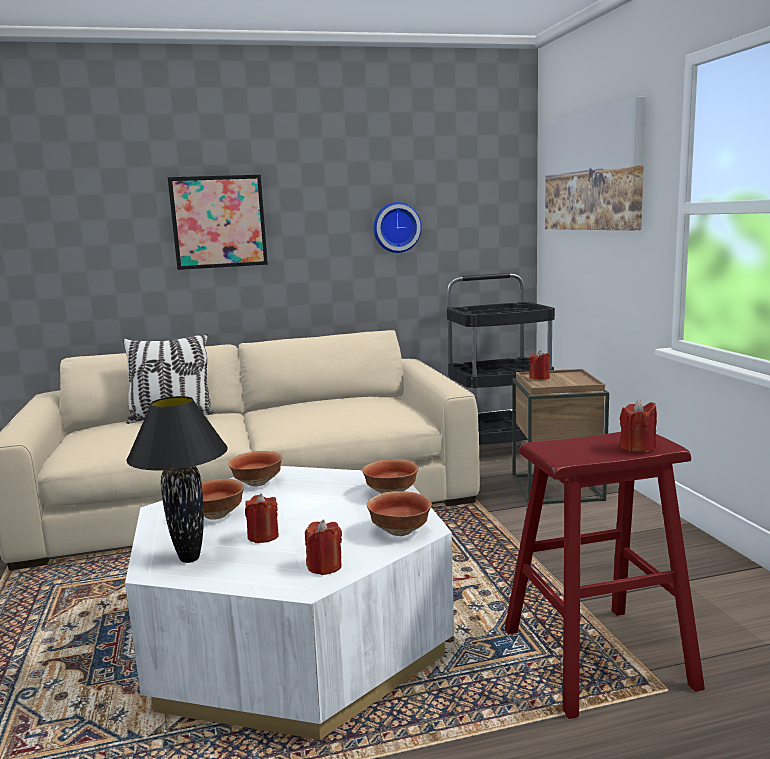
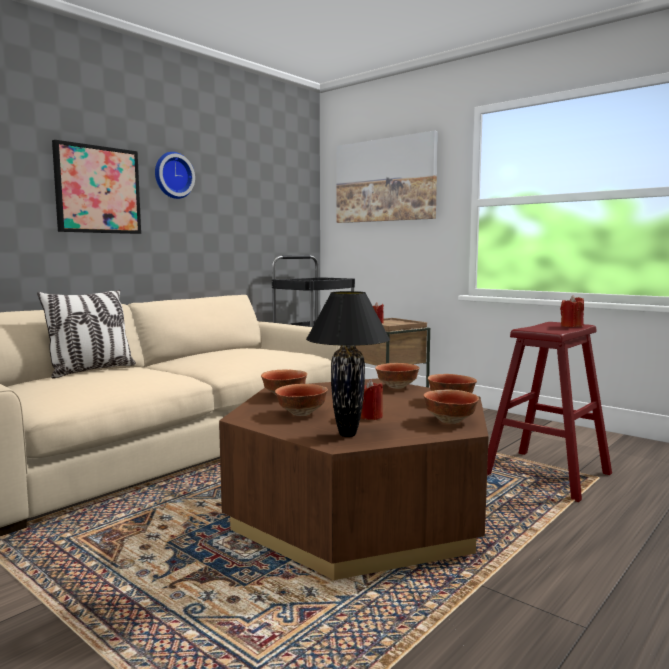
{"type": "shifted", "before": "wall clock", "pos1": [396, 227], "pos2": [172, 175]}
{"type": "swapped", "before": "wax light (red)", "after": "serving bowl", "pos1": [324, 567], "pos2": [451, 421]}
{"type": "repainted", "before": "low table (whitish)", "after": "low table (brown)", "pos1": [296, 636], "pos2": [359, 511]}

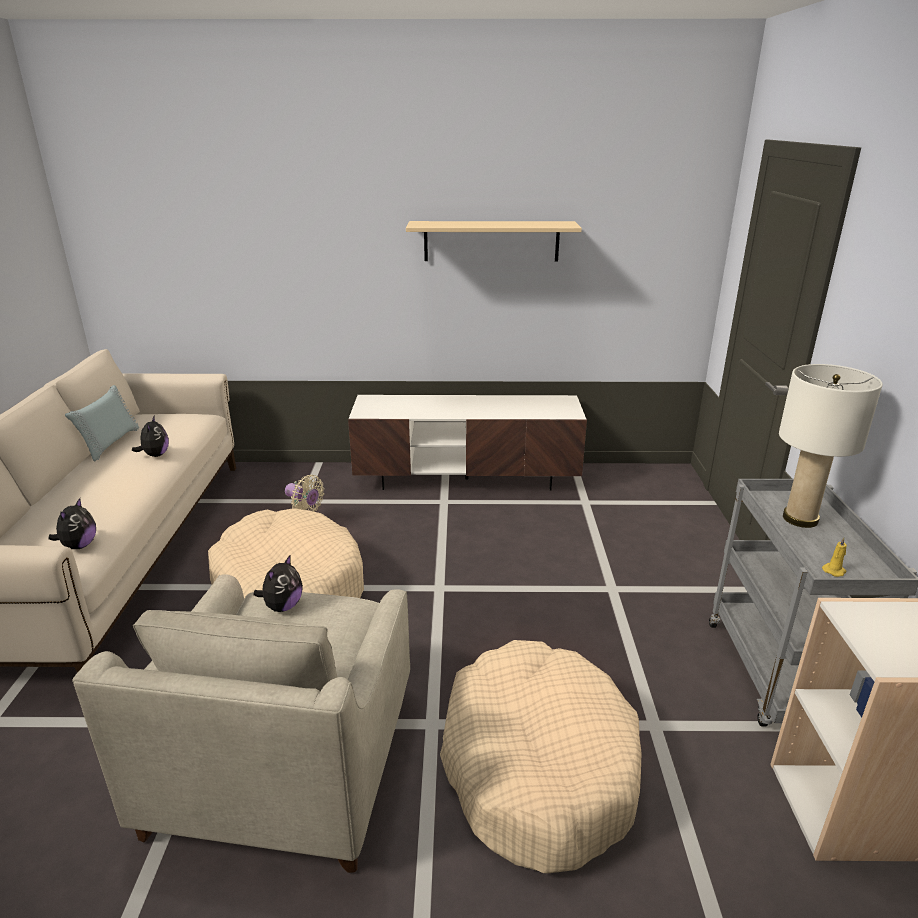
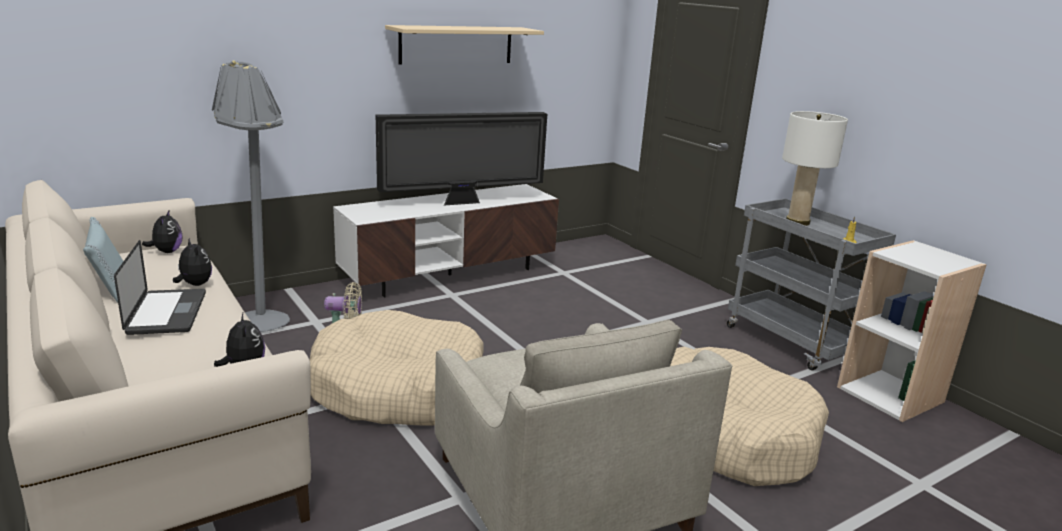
{"type": "new", "after": "laptop", "pos2": [167, 313]}
{"type": "new", "after": "standing lamp (greyish)", "pos2": [265, 316]}
{"type": "new", "after": "TV set", "pos2": [463, 202]}
{"type": "shifted", "before": "soft toy", "pos1": [282, 606], "pos2": [167, 252]}

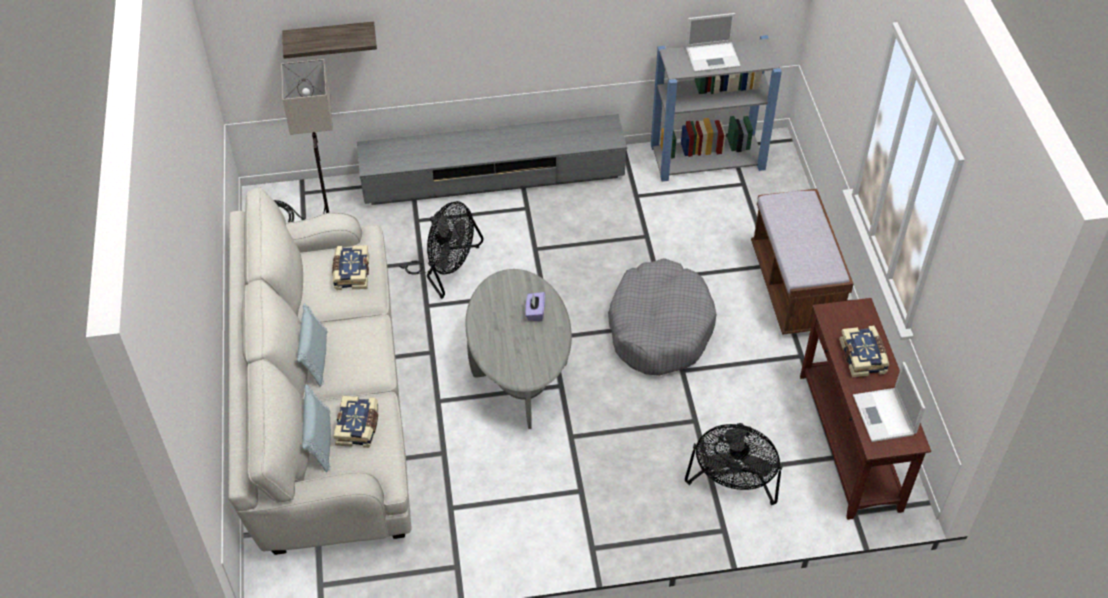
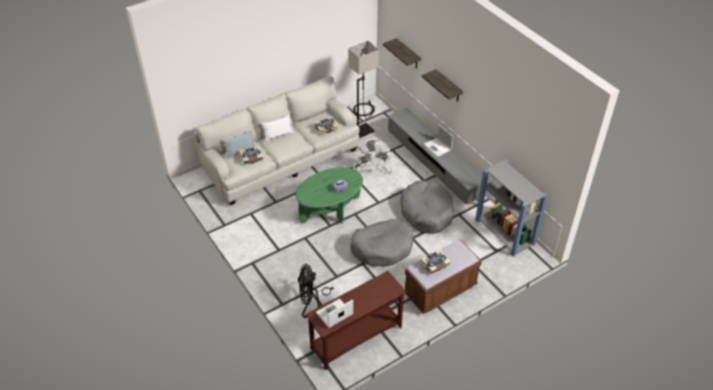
{"type": "new", "after": "dog cushion (greyish)", "pos2": [426, 212]}
{"type": "new", "after": "shelf", "pos2": [448, 86]}
{"type": "shifted", "before": "laptop", "pos1": [713, 57], "pos2": [438, 147]}
{"type": "shifted", "before": "bound book", "pos1": [863, 357], "pos2": [435, 265]}
{"type": "repainted", "before": "cushion (bluish)", "after": "cushion (whitish)", "pos1": [315, 358], "pos2": [278, 135]}
{"type": "repainted", "before": "electric fan (black-coloured)", "after": "electric fan (whitish)", "pos1": [445, 268], "pos2": [371, 168]}
{"type": "repainted", "before": "low table (greyish)", "after": "low table (green-coloured)", "pos1": [519, 370], "pos2": [330, 210]}

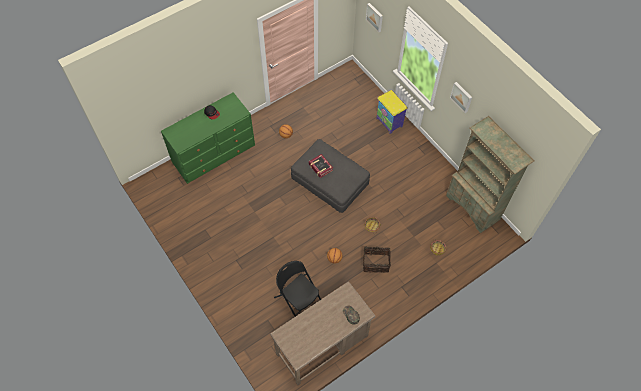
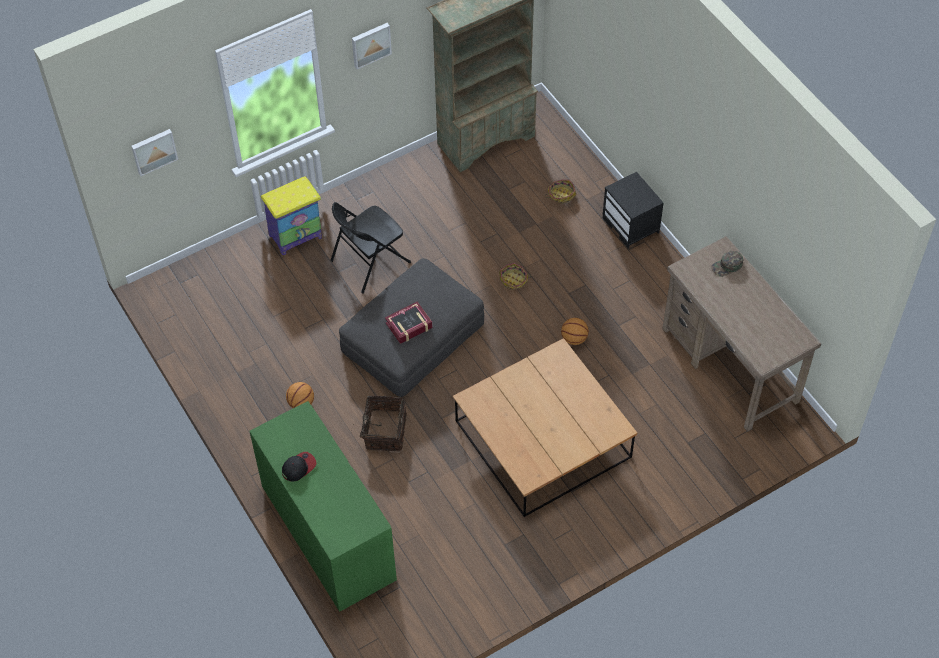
{"type": "new", "after": "low table (brown)", "pos2": [543, 439]}
{"type": "new", "after": "bedside table (black-coloured)", "pos2": [631, 225]}
{"type": "shifted", "before": "plain chair (black-coloured)", "pos1": [298, 299], "pos2": [370, 261]}
{"type": "shifted", "before": "storage basket", "pos1": [376, 262], "pos2": [384, 431]}

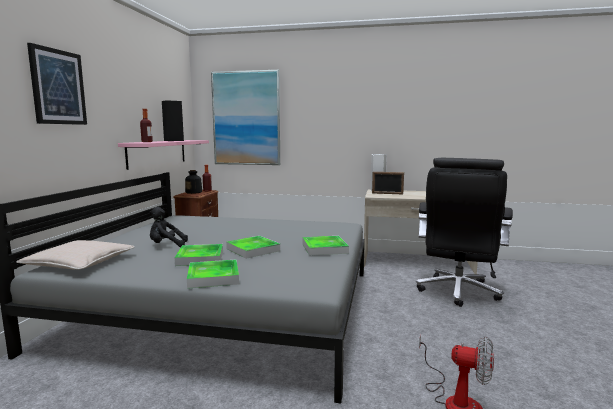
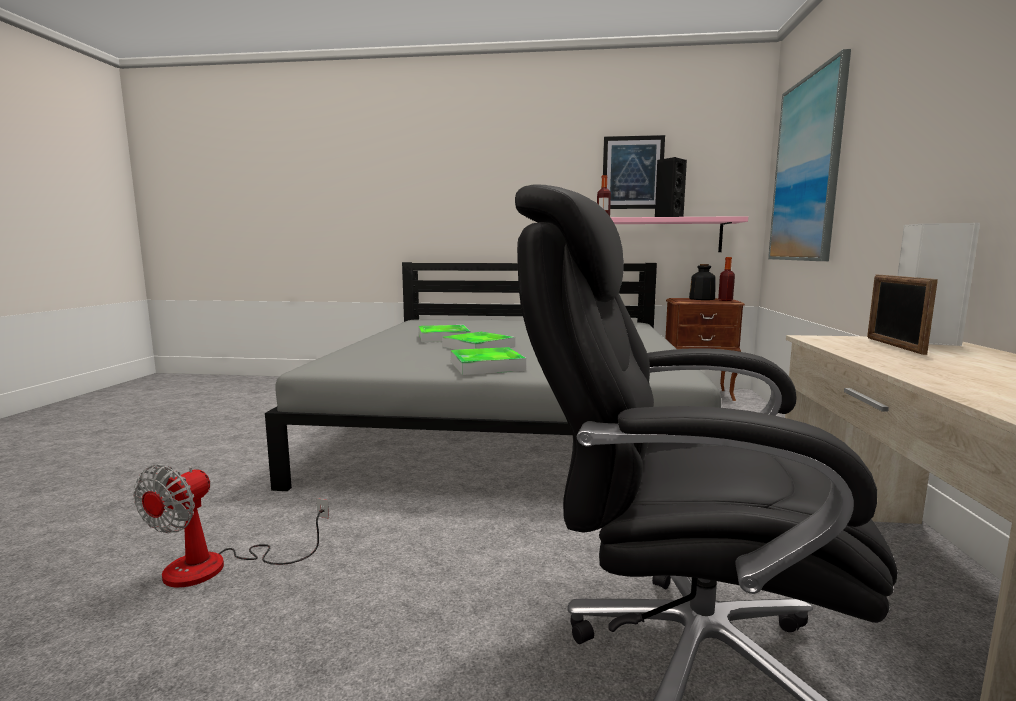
{"type": "gone", "before": "cushion (beige-coloured)", "pos1": [80, 262]}
{"type": "gone", "before": "soft toy (black-coloured)", "pos1": [166, 245]}
{"type": "gone", "before": "tray", "pos1": [213, 277]}
{"type": "shifted", "before": "wall art", "pos1": [58, 87], "pos2": [632, 173]}

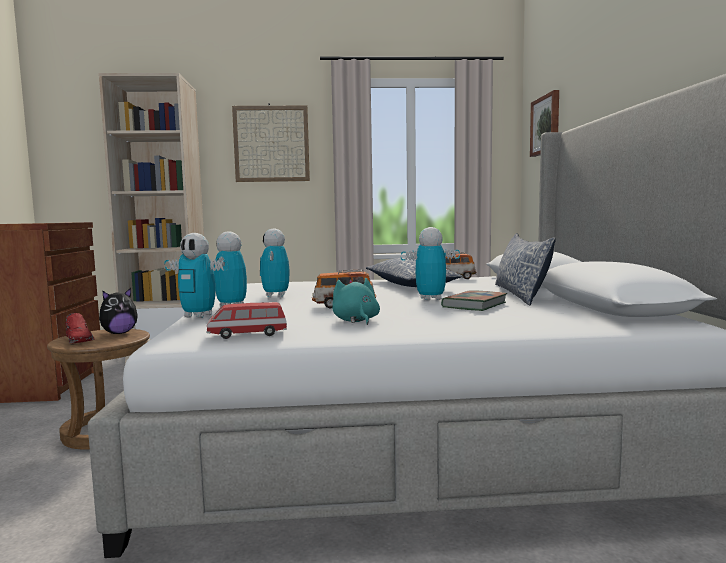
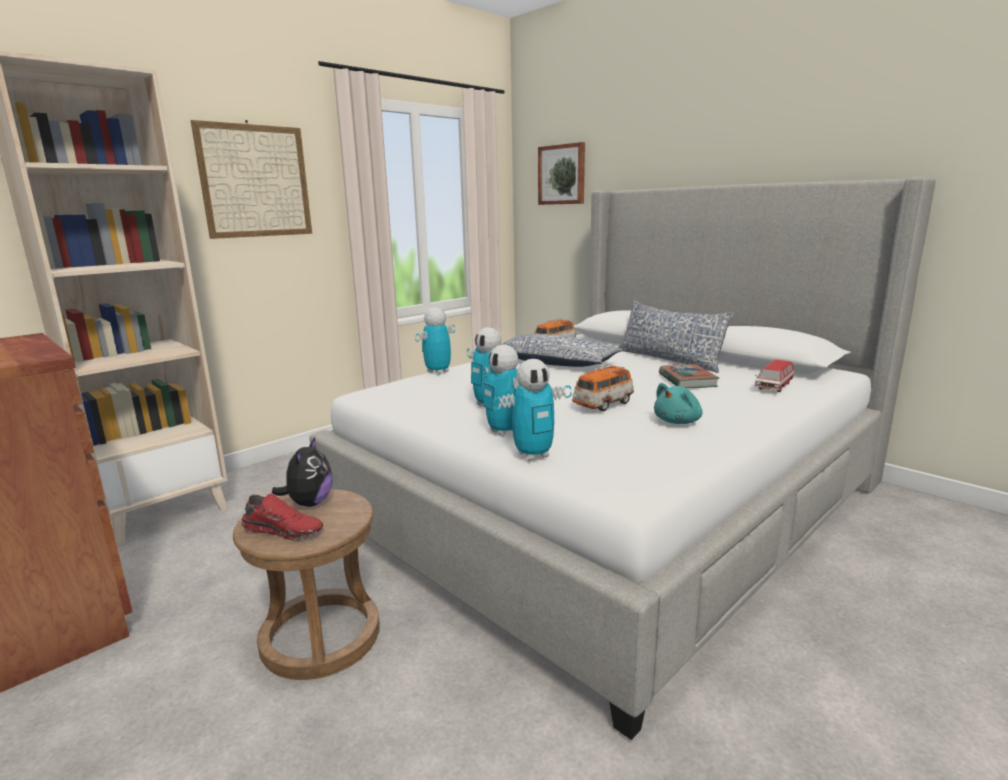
{"type": "shifted", "before": "miniature car", "pos1": [247, 334], "pos2": [773, 386]}
{"type": "shifted", "before": "robot figure", "pos1": [430, 299], "pos2": [438, 372]}
{"type": "rotated", "before": "soft toy (turquoise)", "pos1": [356, 321], "pos2": [678, 422], "turn": -75}

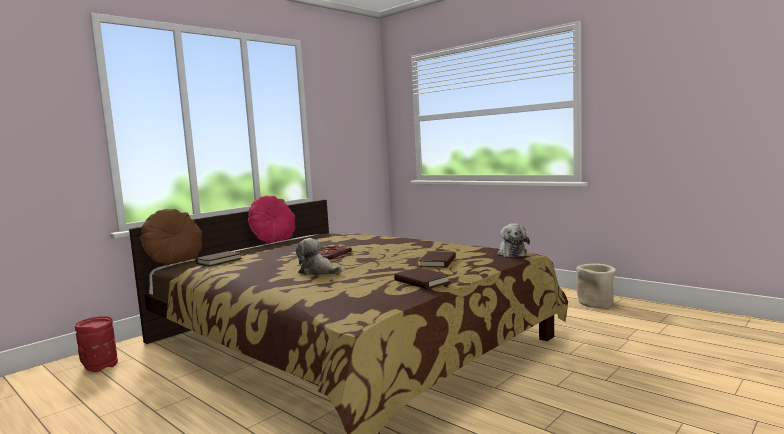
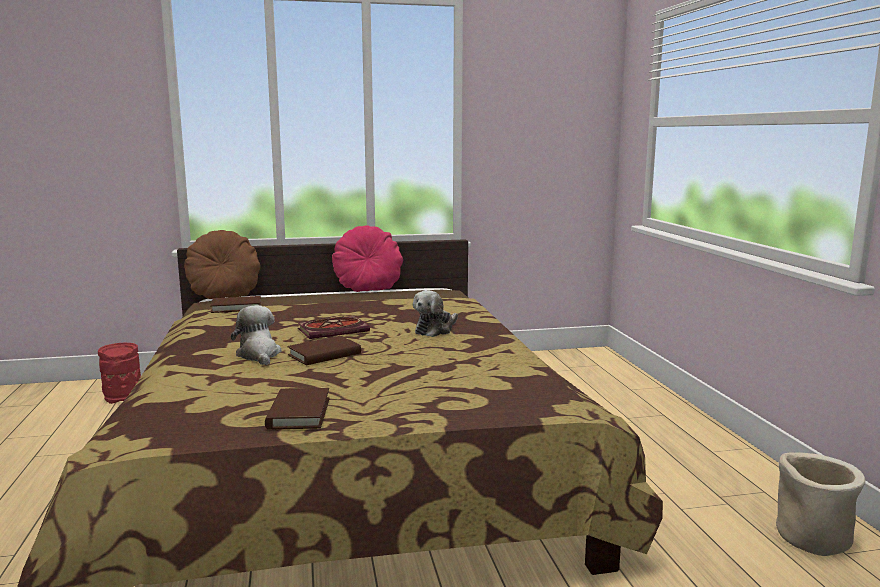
{"type": "shifted", "before": "bound book (brown)", "pos1": [438, 262], "pos2": [324, 354]}
{"type": "shifted", "before": "soft toy", "pos1": [511, 253], "pos2": [435, 330]}

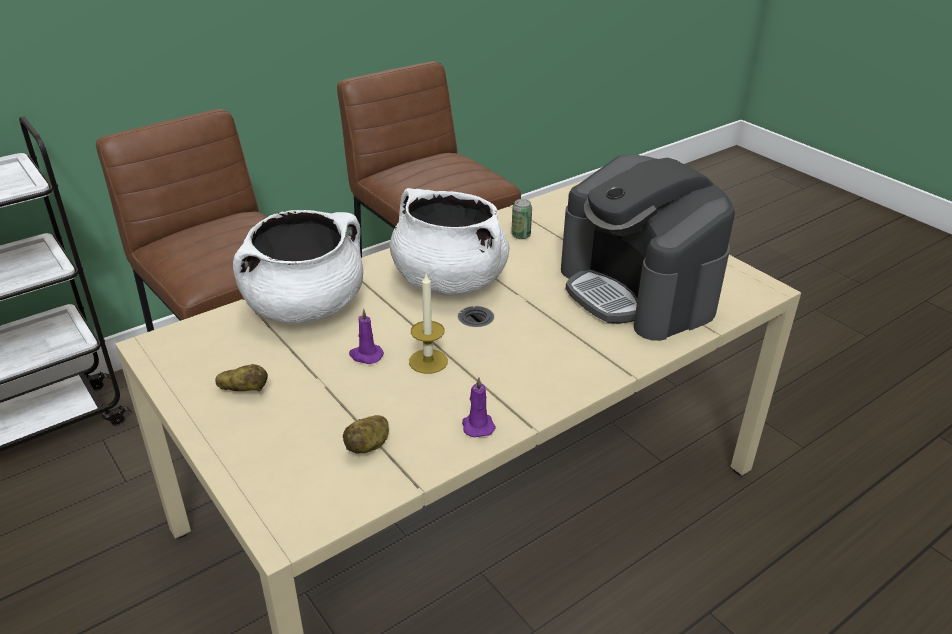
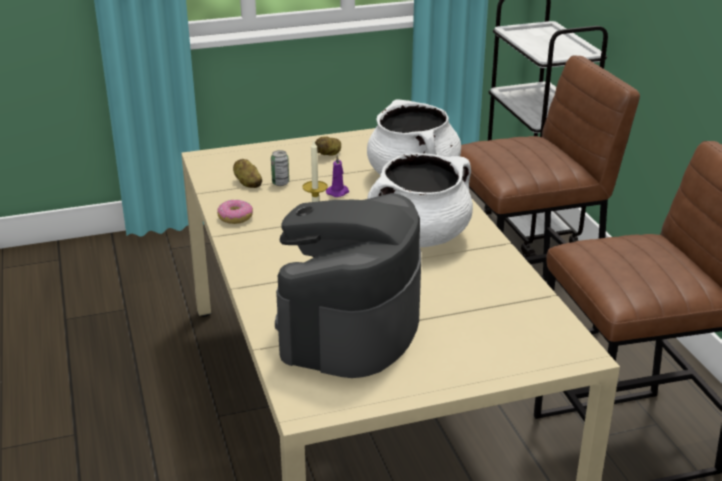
{"type": "shifted", "before": "sealed can", "pos1": [520, 235], "pos2": [280, 183]}
{"type": "swapped", "before": "wax light (purple-coloured)", "after": "doughnut", "pos1": [477, 425], "pos2": [235, 217]}
{"type": "rotated", "before": "coffee brewer", "pos1": [637, 290], "pos2": [349, 326], "turn": -60}

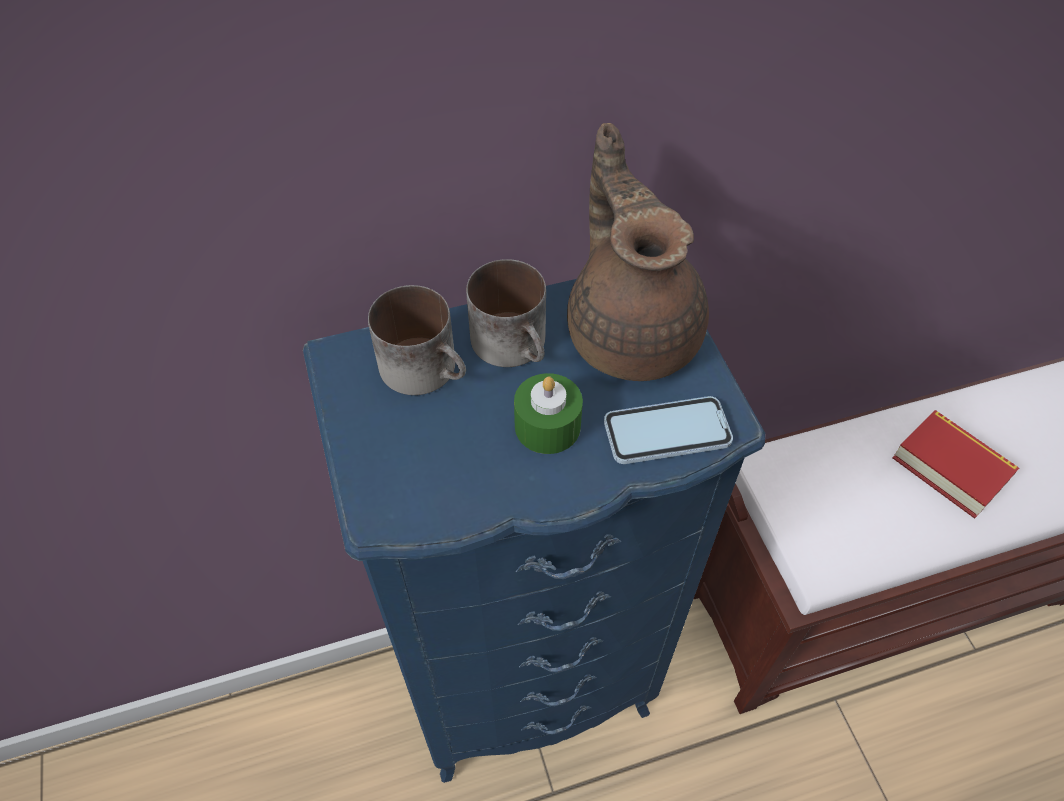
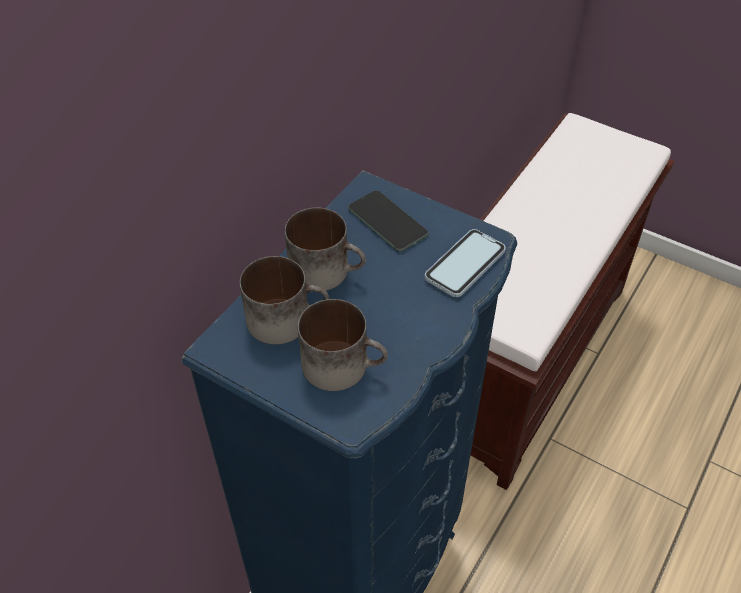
{"type": "gone", "before": "wax light (green-coloured)", "pos1": [547, 426]}
{"type": "gone", "before": "bound book", "pos1": [950, 468]}
{"type": "new", "after": "coffee mug", "pos2": [344, 364]}
{"type": "swapped", "before": "tea pot (brown)", "after": "phone", "pos1": [631, 330], "pos2": [387, 221]}

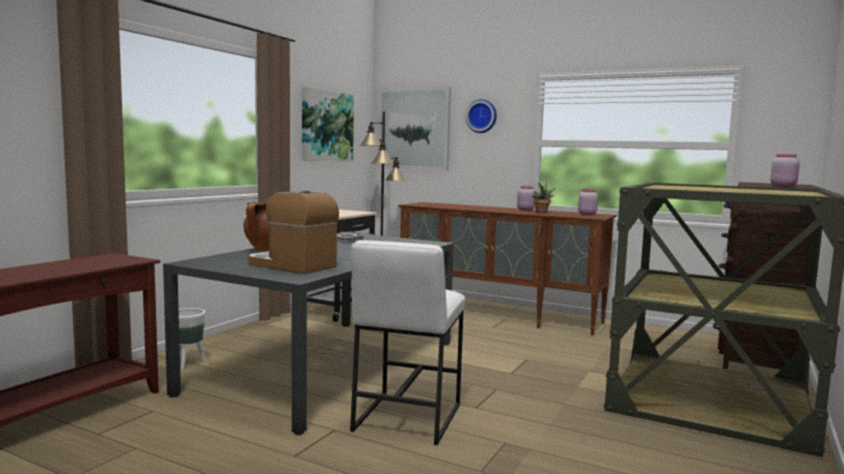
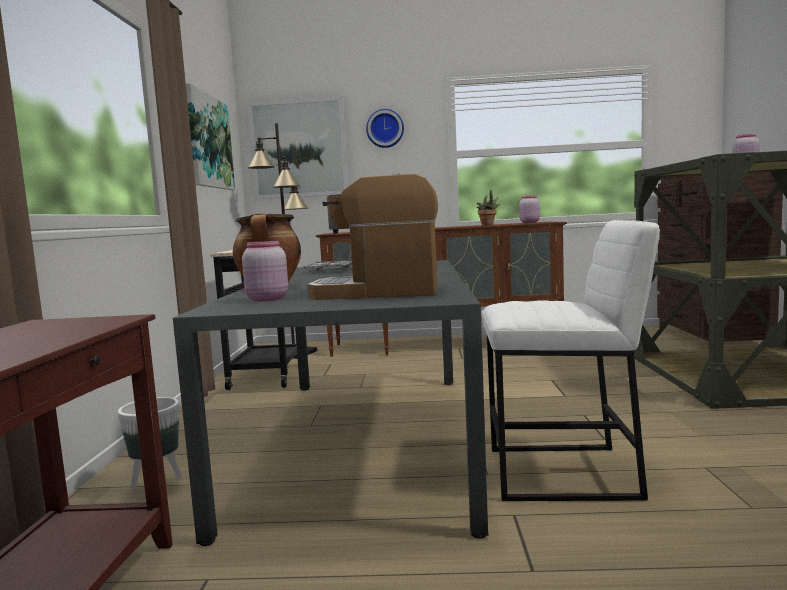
{"type": "shifted", "before": "storage jar (pink)", "pos1": [525, 210], "pos2": [266, 299]}
{"type": "rotated", "before": "plain chair (whitish)", "pos1": [407, 418], "pos2": [564, 472], "turn": -75}

